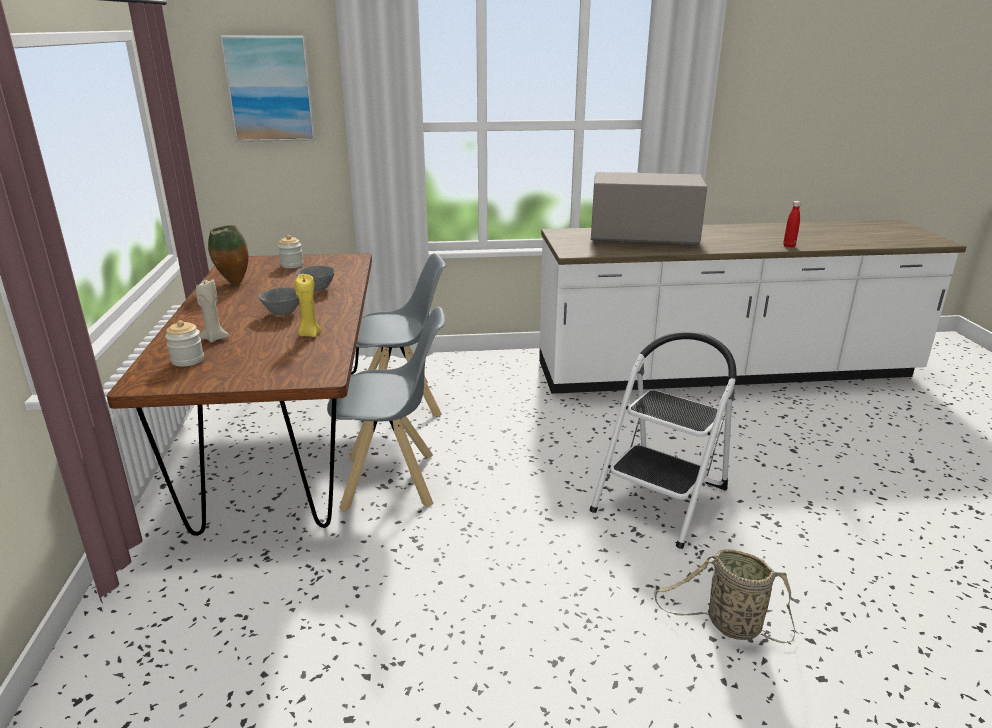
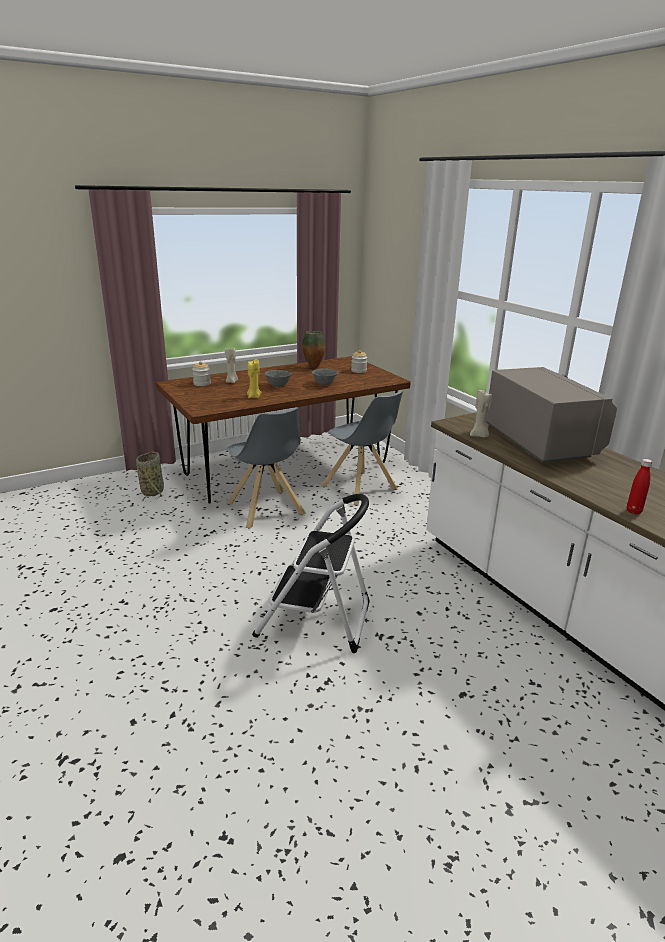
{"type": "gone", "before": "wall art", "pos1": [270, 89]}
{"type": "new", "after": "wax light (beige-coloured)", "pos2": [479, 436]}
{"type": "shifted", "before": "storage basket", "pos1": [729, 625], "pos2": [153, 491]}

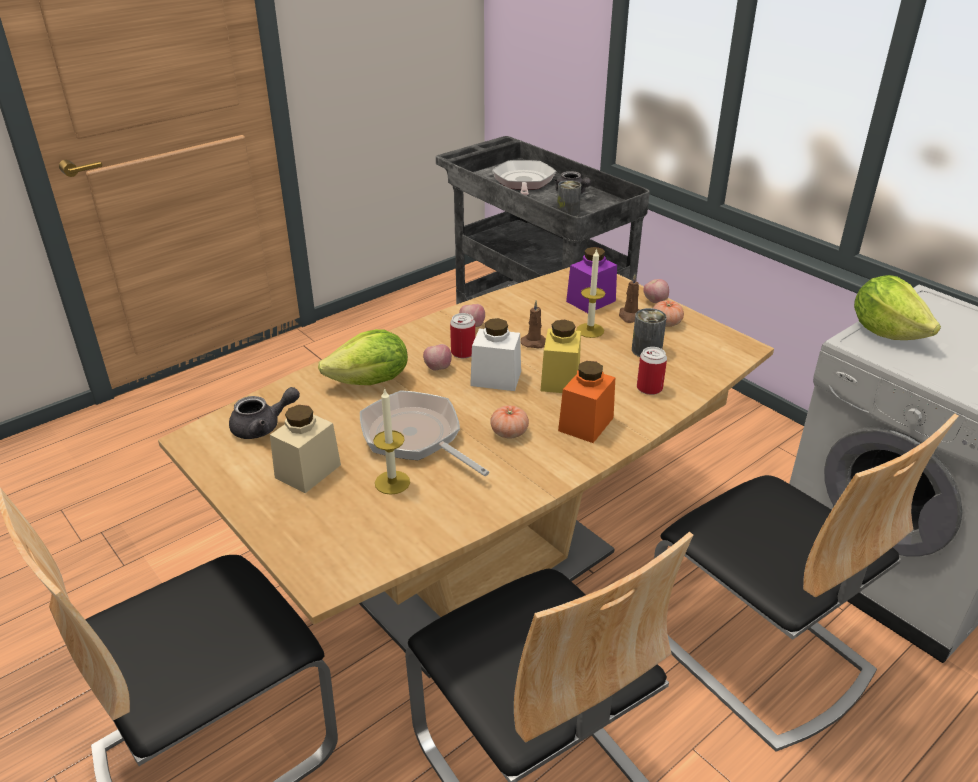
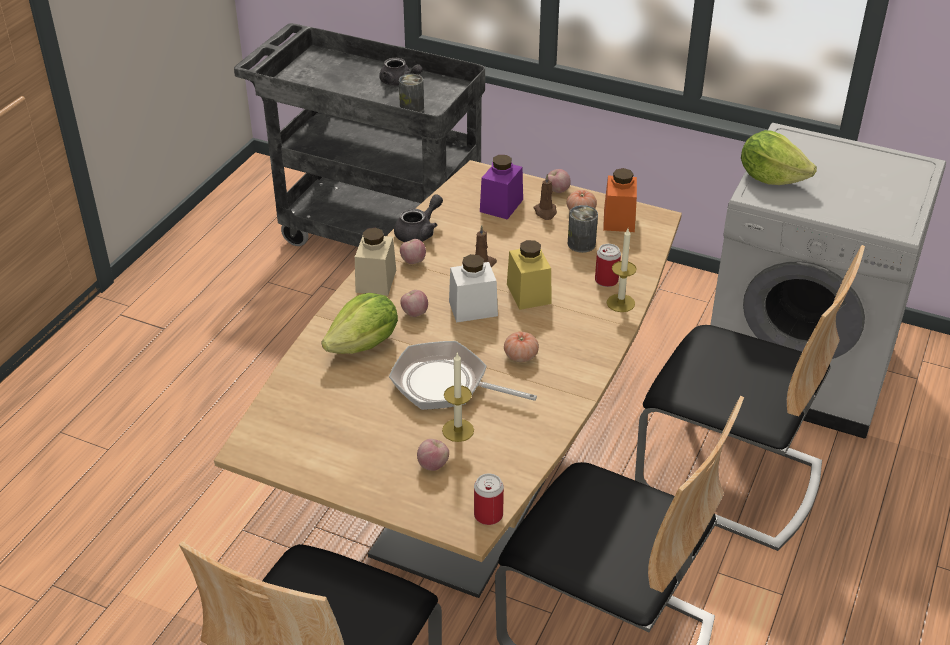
{"type": "gone", "before": "skillet", "pos1": [523, 182]}
{"type": "new", "after": "apple fruit", "pos2": [433, 465]}
{"type": "shifted", "before": "tea pot (greyish)", "pos1": [263, 427], "pos2": [419, 232]}
{"type": "shifted", "before": "storage jar (beige-coloured)", "pos1": [308, 471], "pos2": [376, 281]}
{"type": "shifted", "before": "sealed can", "pos1": [463, 353], "pos2": [488, 515]}
{"type": "shifted", "before": "storage jar (orange)", "pos1": [586, 424], "pos2": [619, 220]}
{"type": "shifted", "before": "wax light", "pos1": [590, 330], "pos2": [620, 303]}

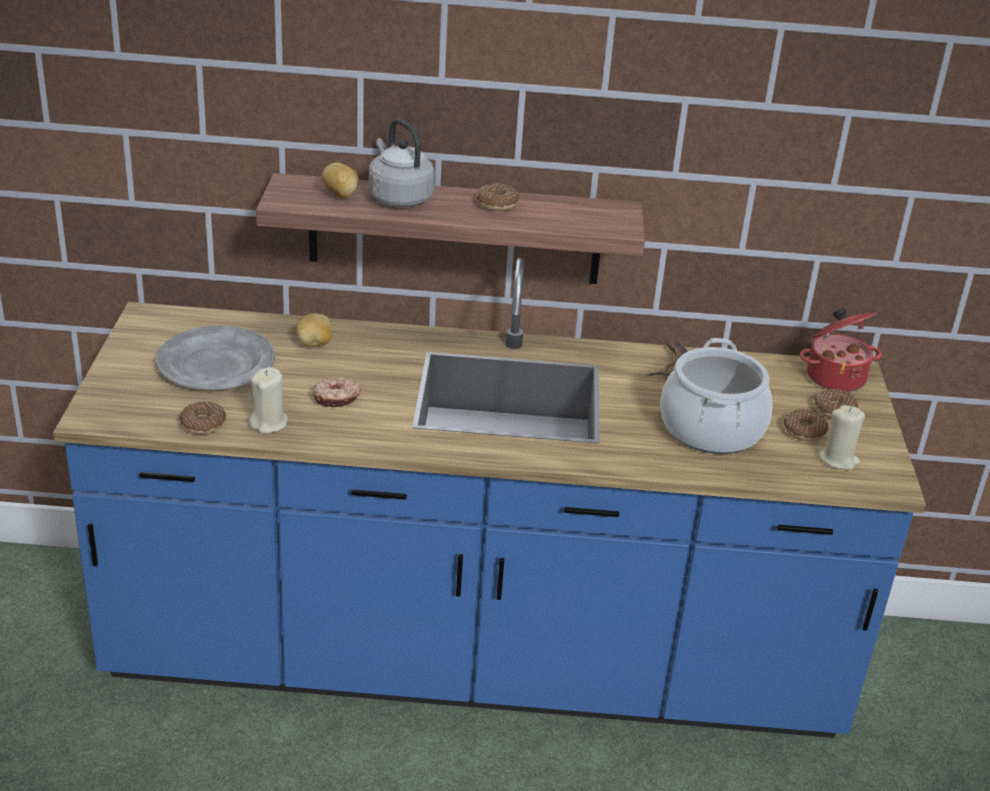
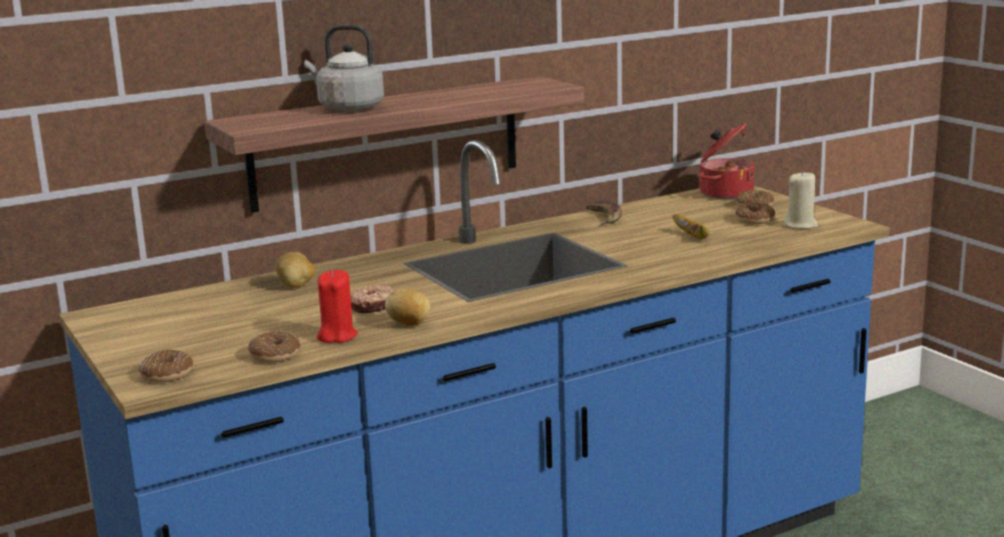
{"type": "gone", "before": "flat dish (greyish)", "pos1": [215, 364]}
{"type": "shifted", "before": "spud", "pos1": [341, 195], "pos2": [409, 324]}
{"type": "shifted", "before": "doughnut", "pos1": [497, 204], "pos2": [167, 374]}
{"type": "swapped", "before": "cooking pot", "after": "banana fruit", "pos1": [712, 429], "pos2": [692, 236]}
{"type": "repainted", "before": "wax light (beige-coloured)", "after": "wax light (red)", "pos1": [269, 423], "pos2": [337, 336]}

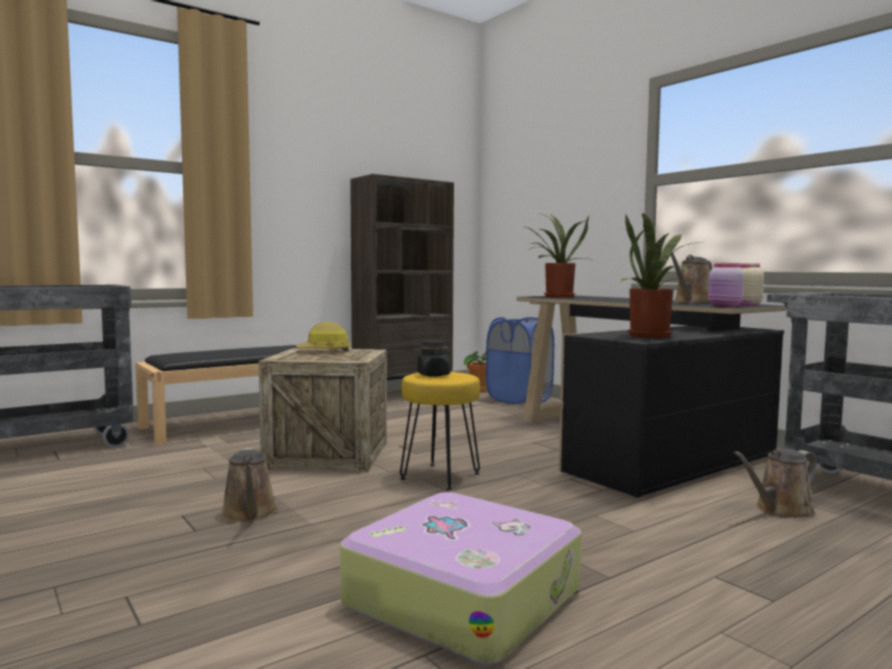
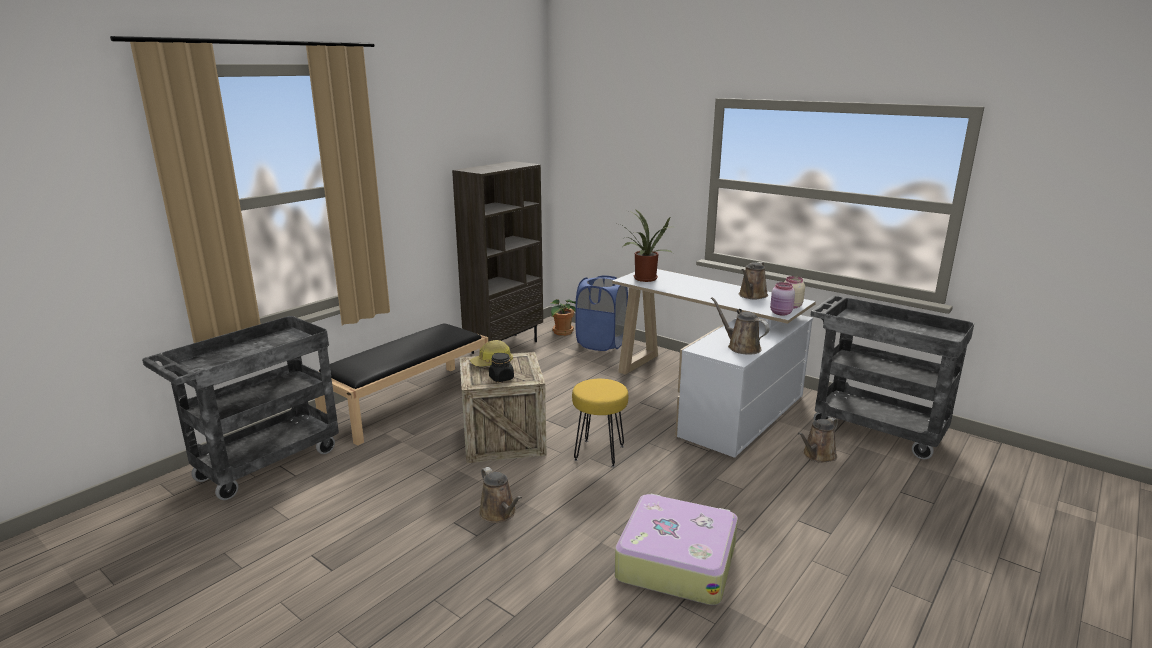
{"type": "shifted", "before": "storage jar (black-coloured)", "pos1": [433, 375], "pos2": [501, 378]}
{"type": "swapped", "before": "plant in a pot", "after": "sprinkling can (brown)", "pos1": [654, 336], "pos2": [741, 347]}
{"type": "repainted", "before": "desk (black-coloured)", "after": "desk (whitish)", "pos1": [633, 444], "pos2": [709, 395]}

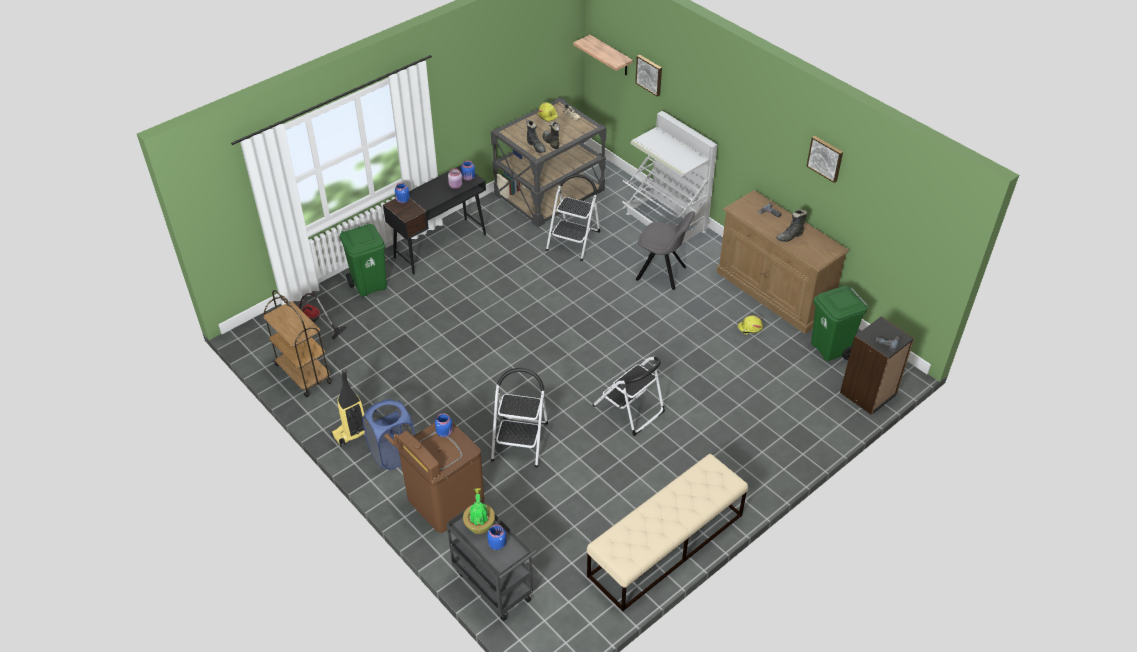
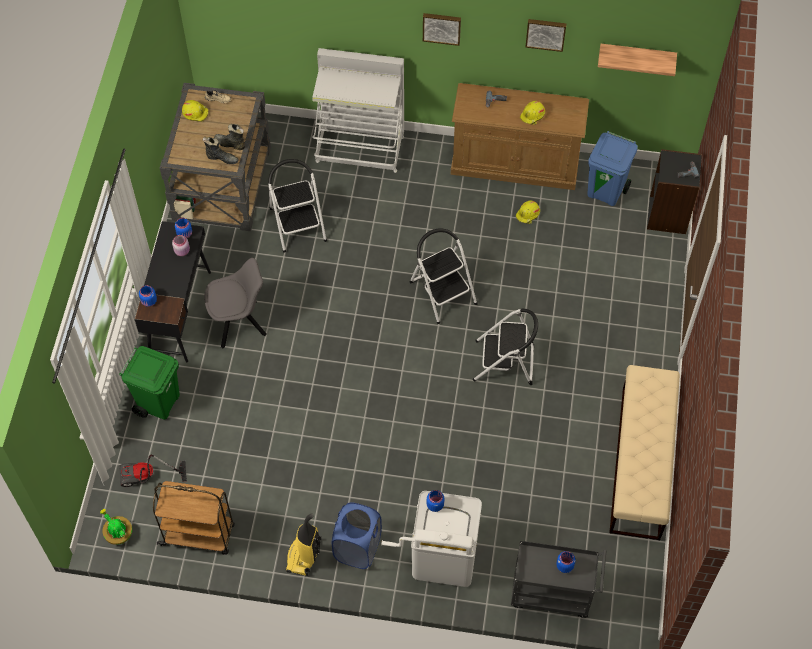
{"type": "shifted", "before": "plant in a pot", "pos1": [479, 524], "pos2": [118, 534]}
{"type": "shifted", "before": "stepladder", "pos1": [520, 440], "pos2": [442, 291]}
{"type": "shifted", "before": "shelf", "pos1": [610, 56], "pos2": [637, 56]}
{"type": "shifted", "before": "wall art", "pos1": [649, 74], "pos2": [441, 27]}
{"type": "shifted", "before": "plain chair (greyish)", "pos1": [661, 273], "pos2": [239, 323]}
{"type": "swapped", "before": "high-top boot (black-coloured)", "after": "safety helmet (yellowish)", "pos1": [790, 236], "pos2": [532, 115]}
{"type": "repainted", "before": "laundry appliance (brown)", "after": "laundry appliance (whitish)", "pos1": [444, 501], "pos2": [442, 557]}
{"type": "repainted", "before": "trash can (green-coloured)", "after": "trash can (bluish)", "pos1": [830, 349], "pos2": [606, 191]}

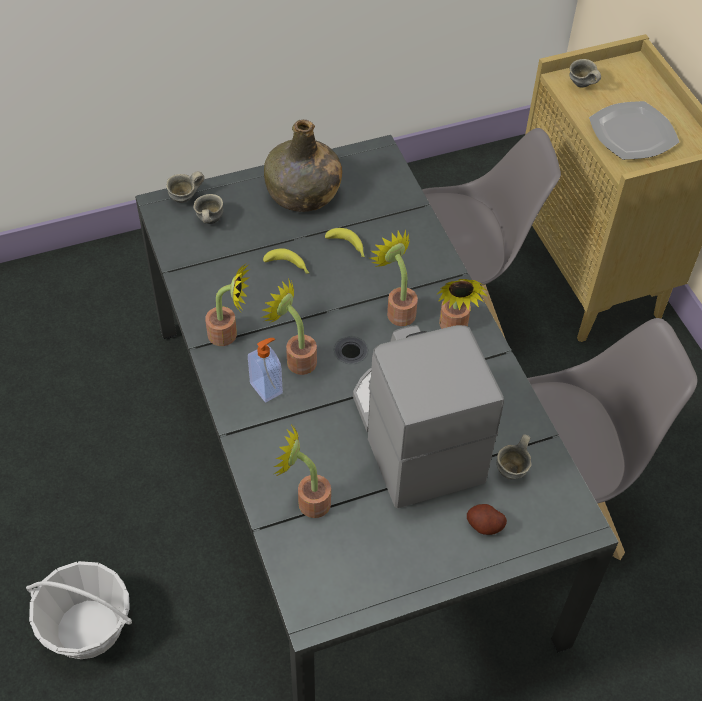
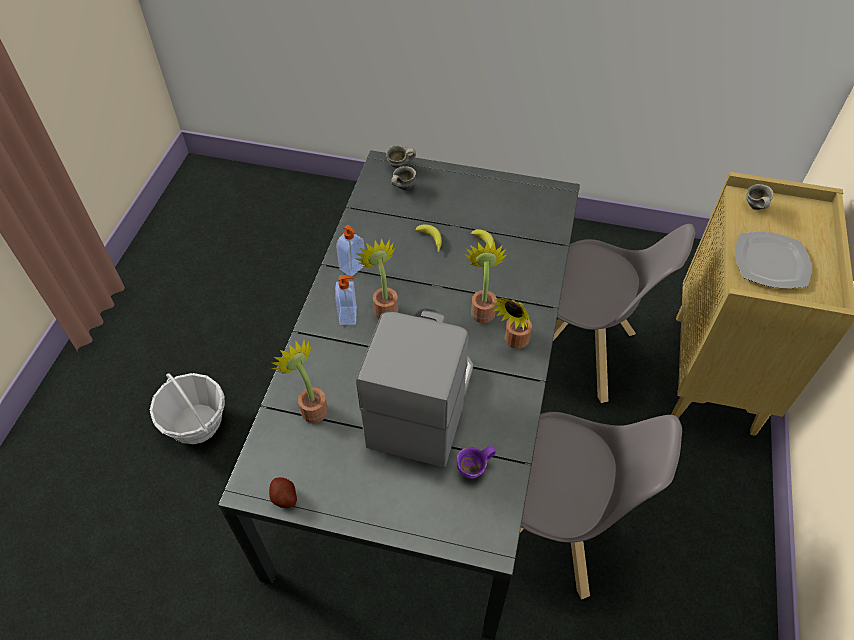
{"type": "gone", "before": "bottle (green-coloured)", "pos1": [303, 193]}
{"type": "shifted", "before": "spud", "pos1": [484, 525], "pos2": [284, 497]}
{"type": "swapped", "before": "plant in a pot", "after": "soap dispenser", "pos1": [228, 335], "pos2": [353, 267]}
{"type": "repainted", "before": "coffee mug (greyish)", "after": "coffee mug (purple-coloured)", "pos1": [514, 470], "pos2": [474, 470]}

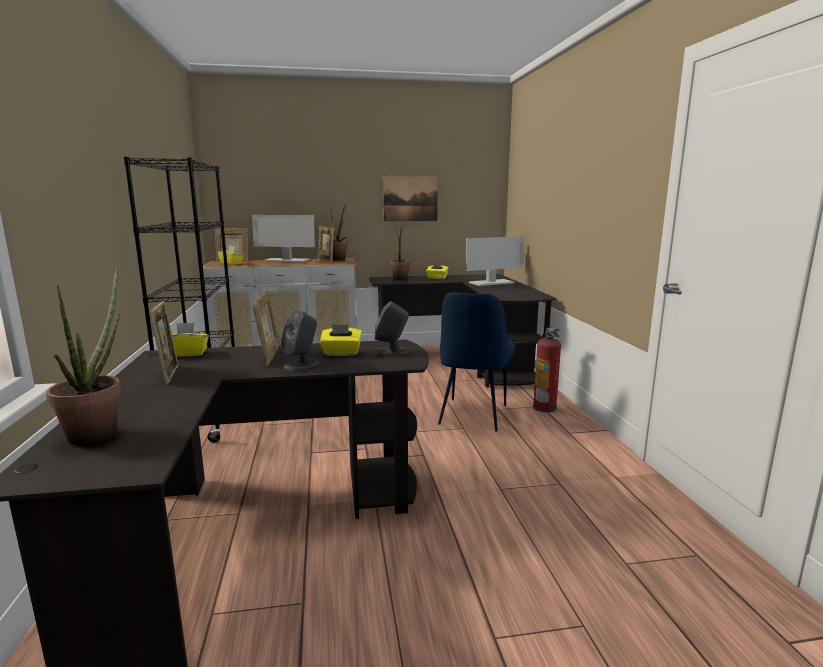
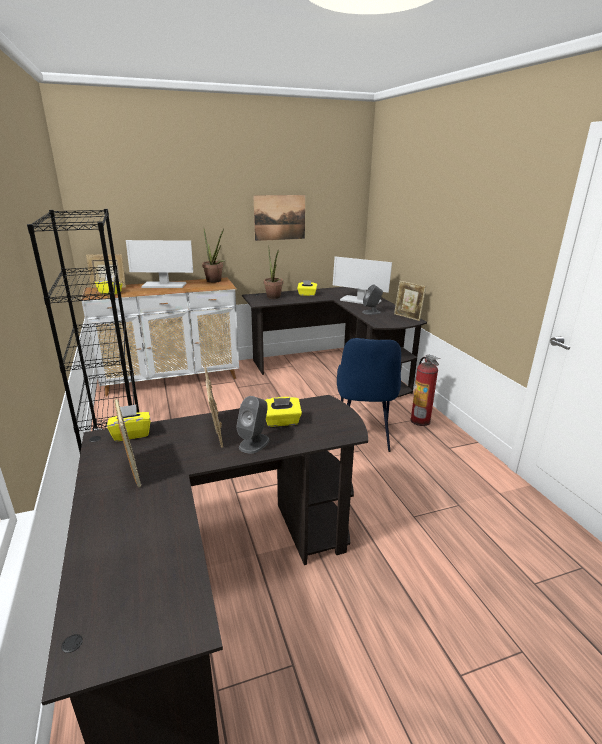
{"type": "gone", "before": "plant in a pot", "pos1": [99, 431]}
{"type": "shifted", "before": "picture frame", "pos1": [326, 261], "pos2": [407, 317]}
{"type": "shifted", "before": "speaker (greyish)", "pos1": [391, 352], "pos2": [371, 312]}
{"type": "rotated", "before": "computer display", "pos1": [491, 283], "pos2": [360, 300], "turn": 60}

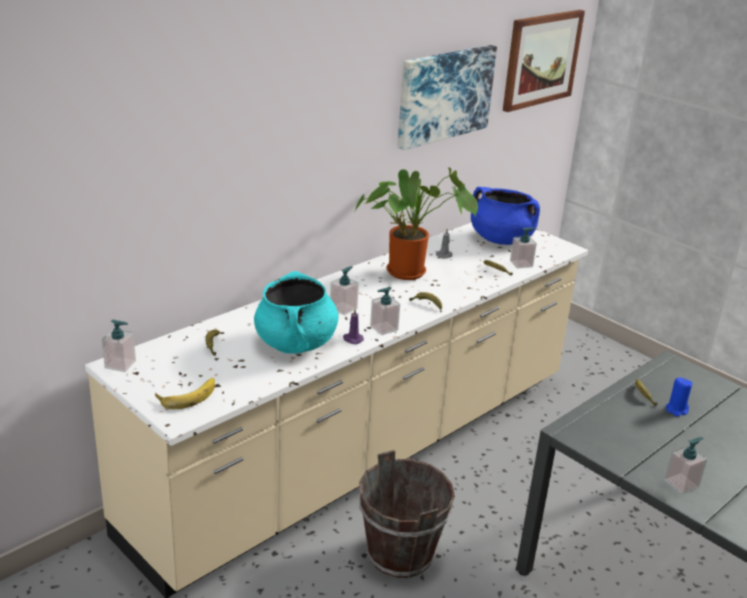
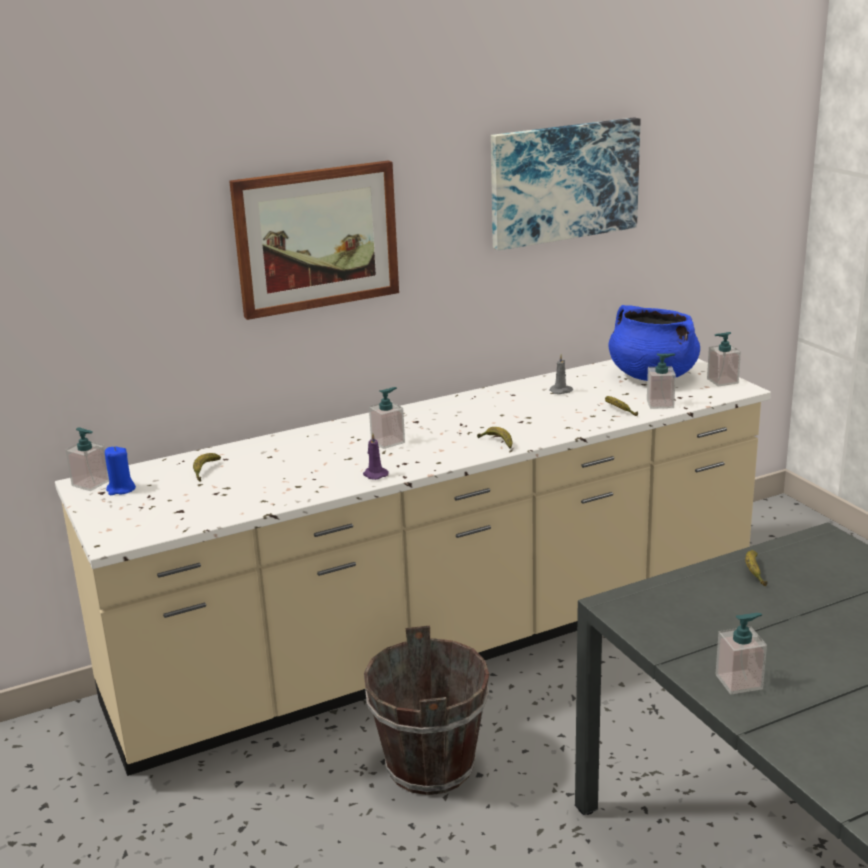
{"type": "gone", "before": "banana fruit", "pos1": [187, 395]}
{"type": "gone", "before": "cooking pot (turquoise)", "pos1": [296, 343]}
{"type": "gone", "before": "plant in a pot", "pos1": [410, 271]}
{"type": "shifted", "before": "soap dispenser", "pos1": [383, 328], "pos2": [722, 381]}
{"type": "shifted", "before": "wall art", "pos1": [541, 59], "pos2": [316, 238]}
{"type": "shifted", "before": "wax light (bluish)", "pos1": [676, 410], "pos2": [121, 489]}

